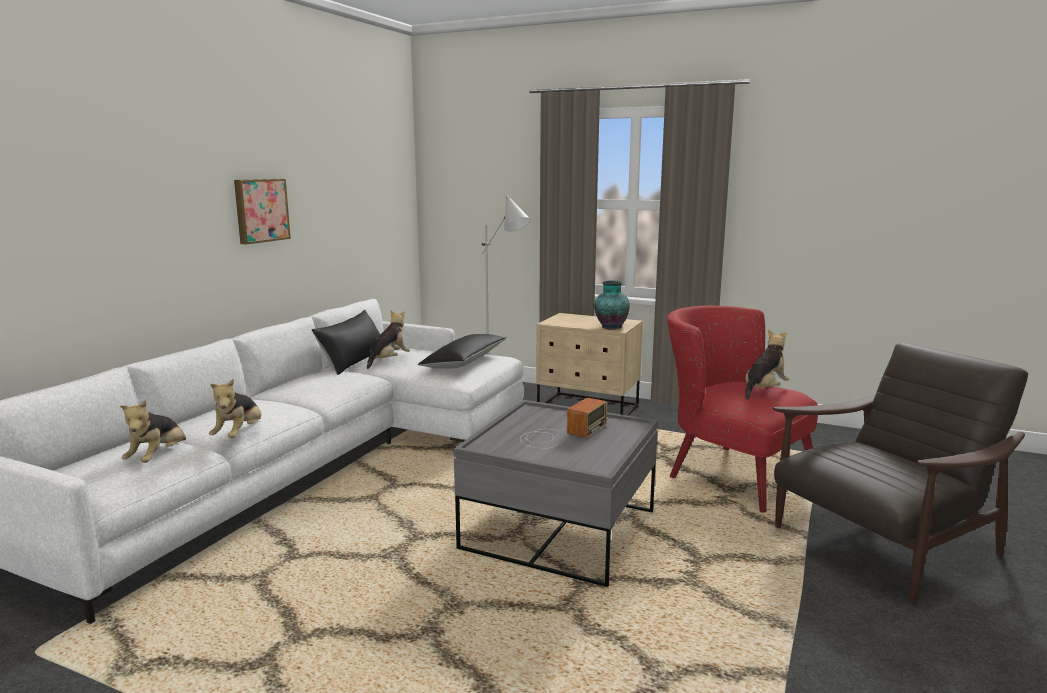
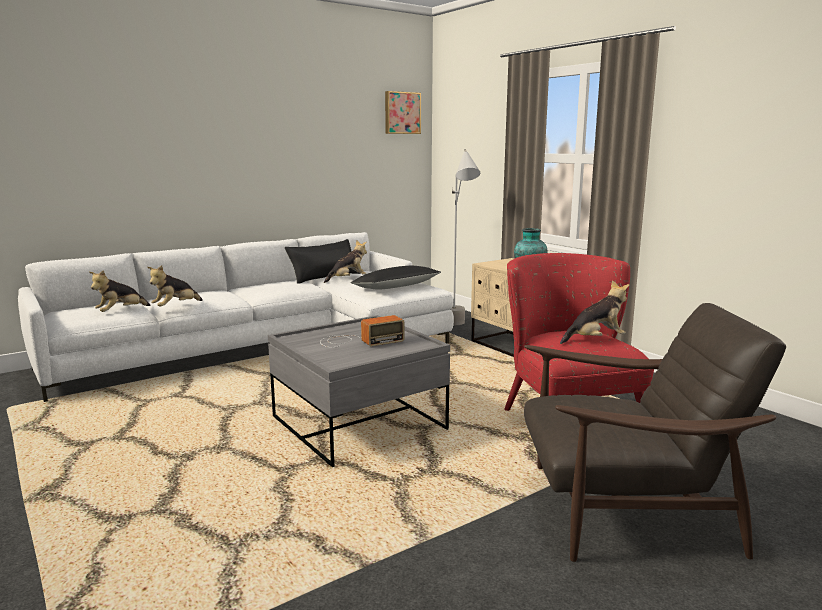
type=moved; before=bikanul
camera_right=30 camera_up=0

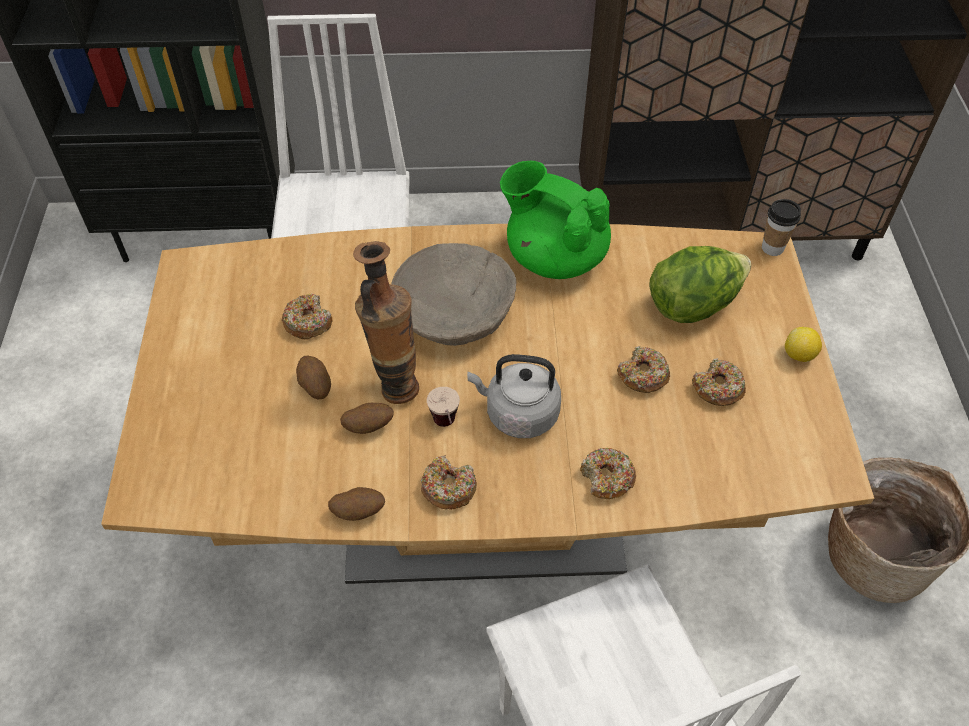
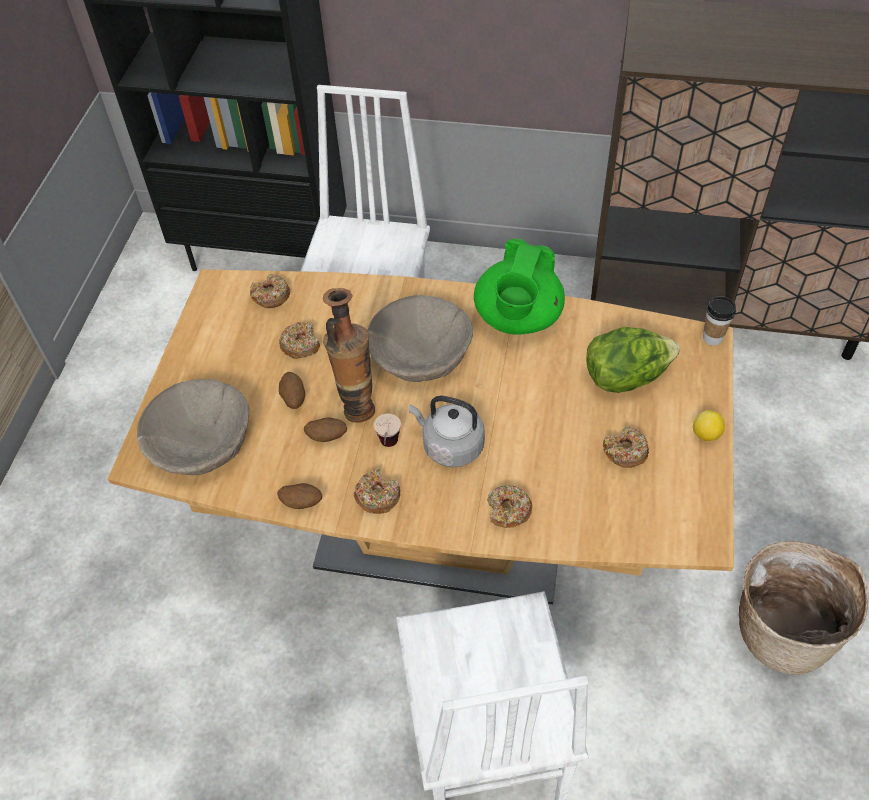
type=added; after=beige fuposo (1st from left)
type=moved; before=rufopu (4th from left in the first image); after=rufopu (1st from left)
type=turned; before=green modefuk; turn=-120
camera_right=15 camera_up=0

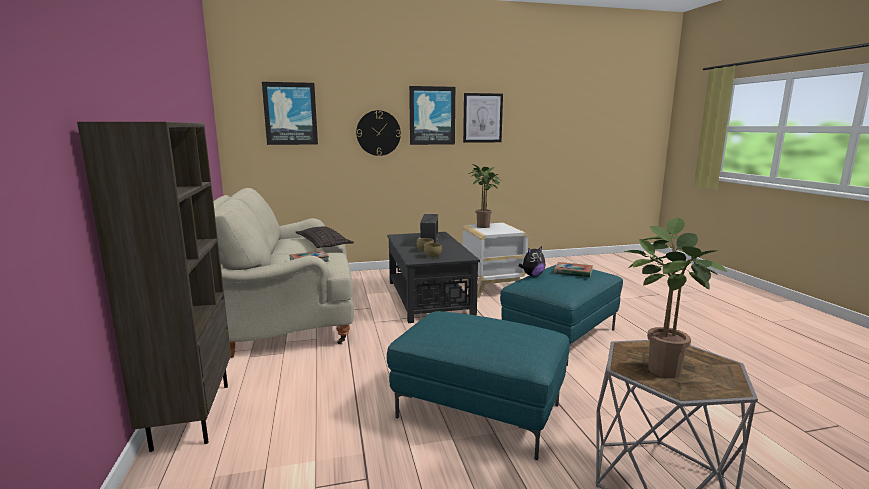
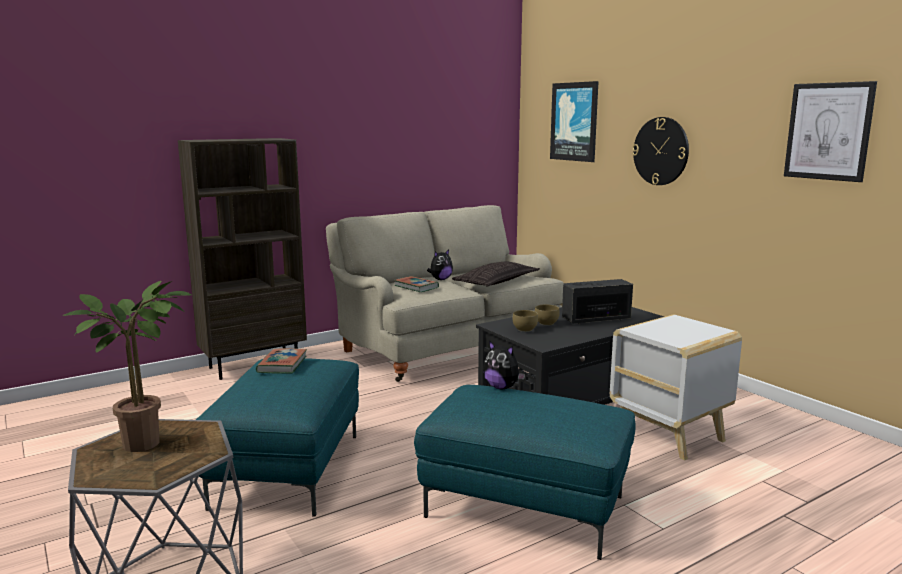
type=removed; before=bikanul (2nd from left)
type=removed; before=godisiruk (1st from left)
type=added; after=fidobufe (1st from left)
type=moved; before=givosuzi (2nd from left in the first image); after=givosuzi (1st from left)
camera_right=70 camera_up=0

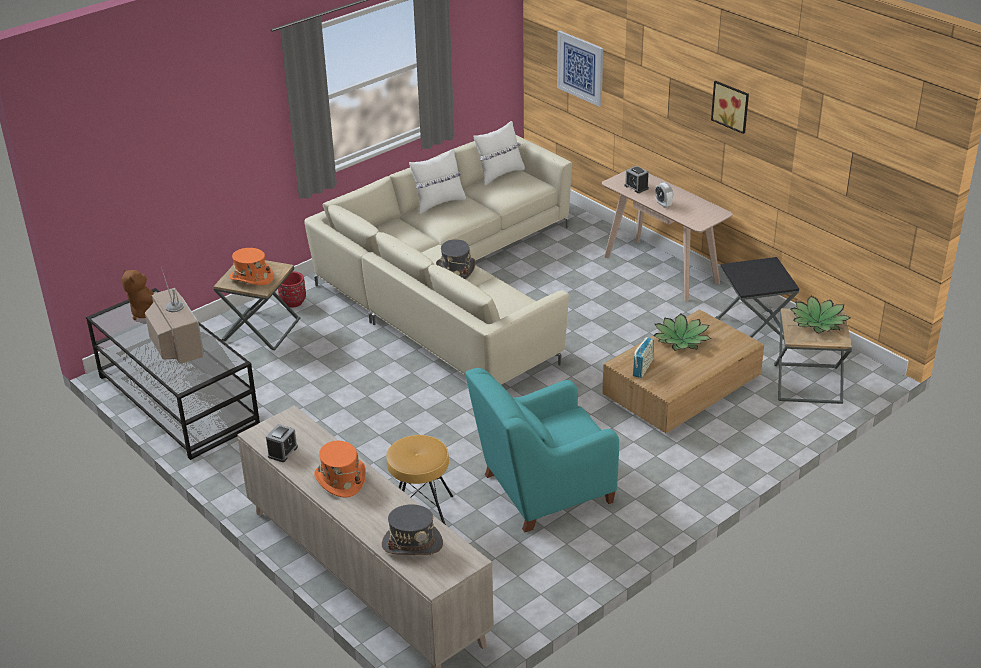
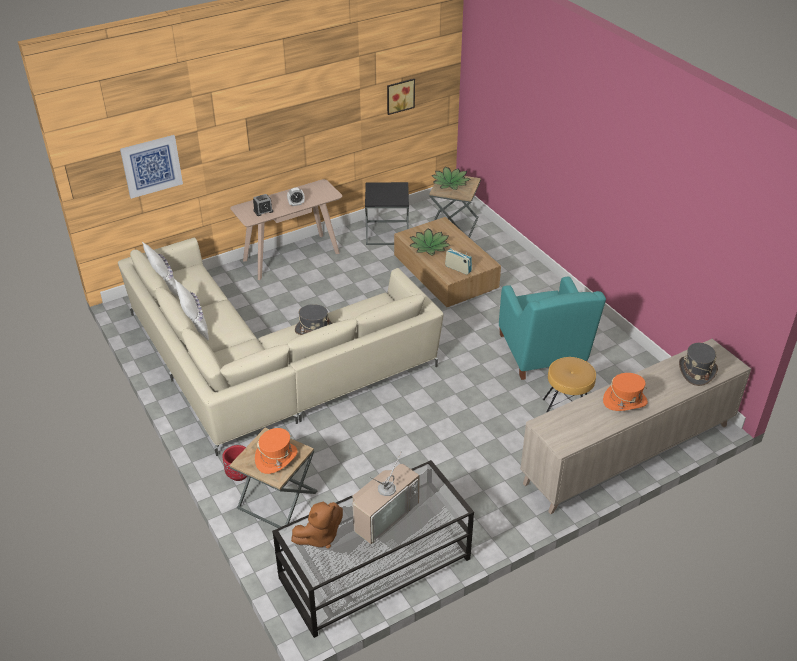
type=removed; before=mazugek (1st from left)
type=moved; before=bikanul (2nd from left)
type=turned; before=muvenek; turn=150
camera_right=-80 camera_up=5

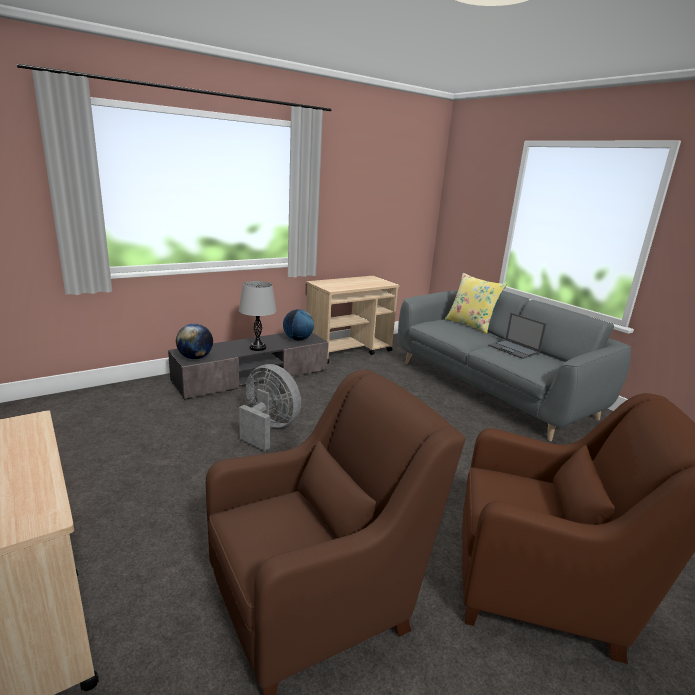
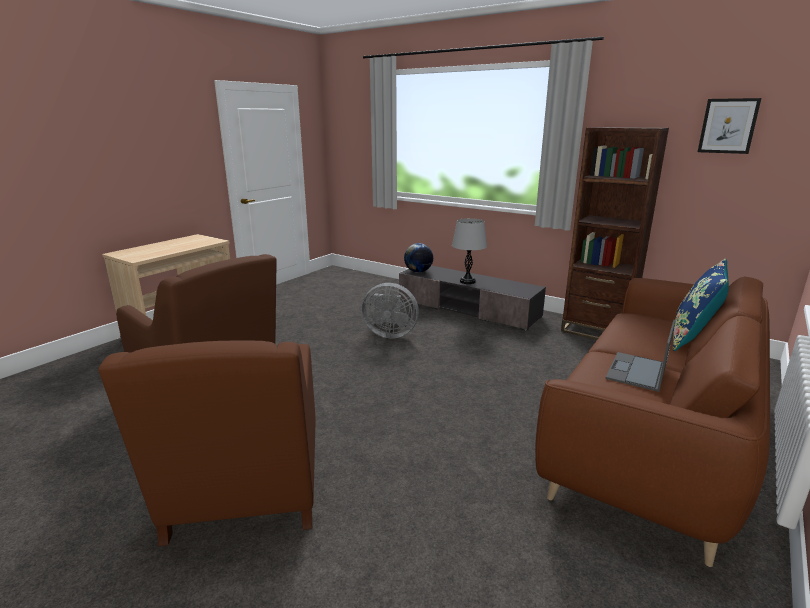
type=removed; before=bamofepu (2nd from left)
type=added; after=bikanul
type=replaced; before=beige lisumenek (2nd from left); after=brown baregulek
type=recoloured; before=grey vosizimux; after=brown vosizimux
type=recoloured; before=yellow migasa; after=blue migasa
type=turned; before=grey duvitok; turn=90
camera_right=70 camera_up=0

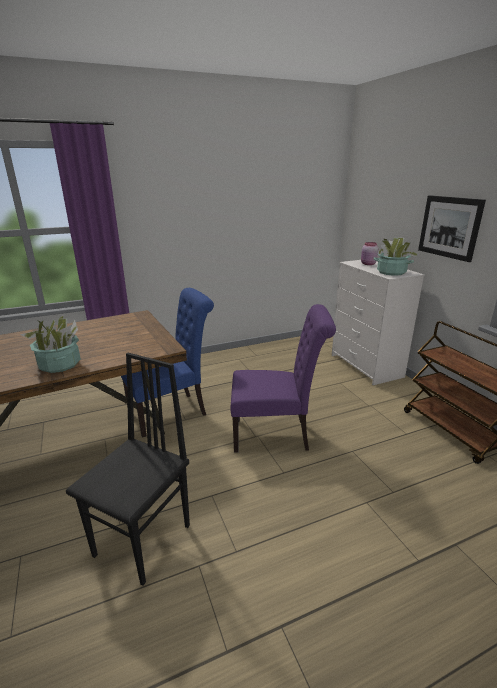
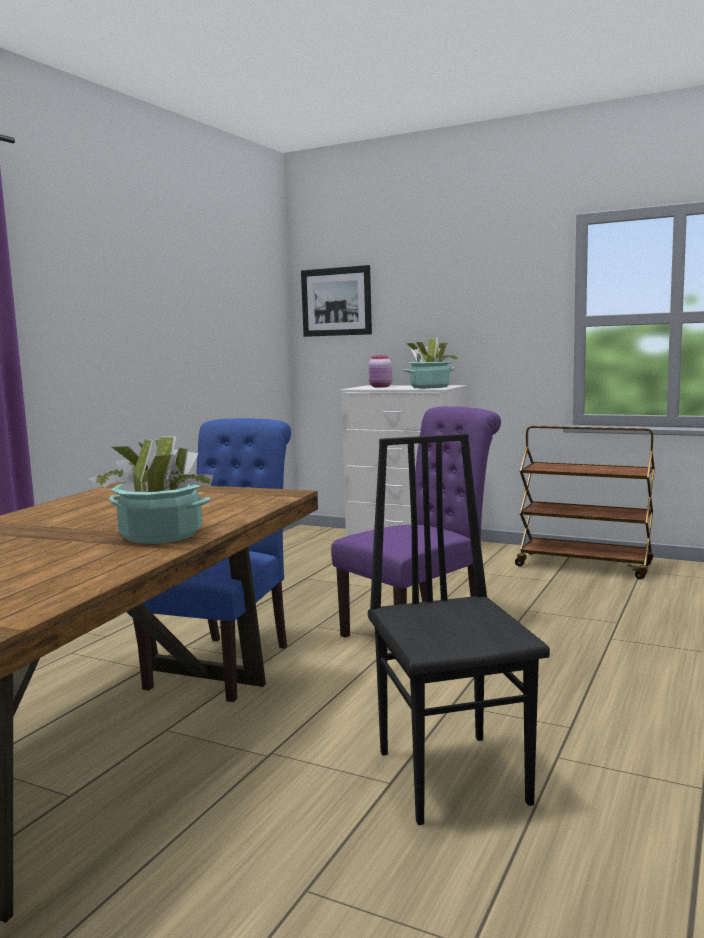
type=moved; before=bikanul
camera_right=-40 camera_up=-15

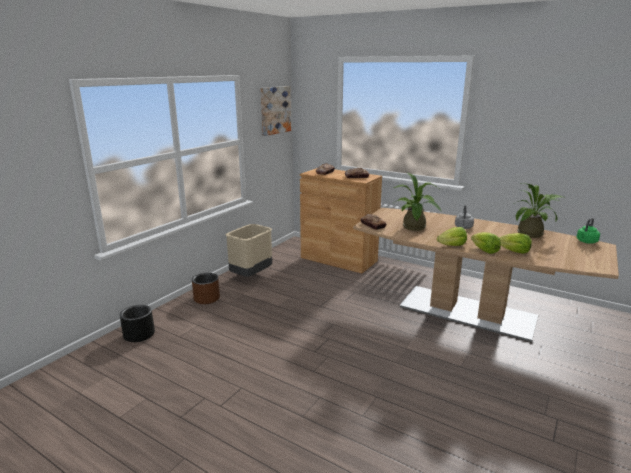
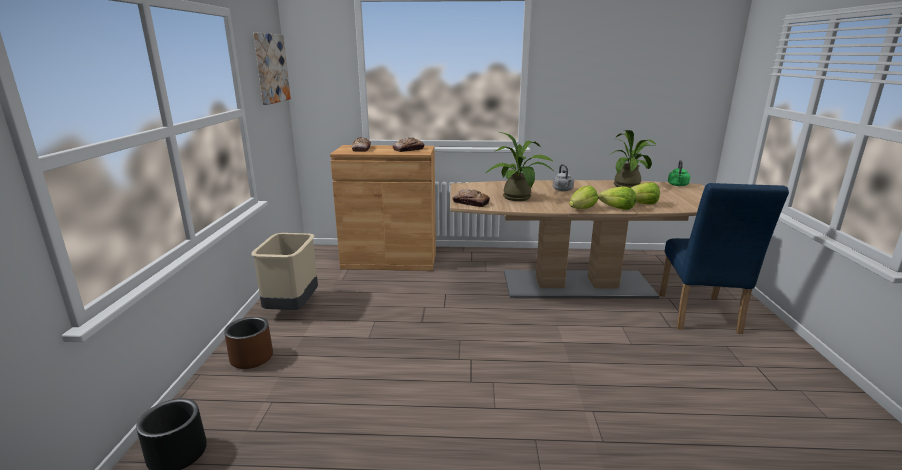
type=added; after=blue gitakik
camera_right=-30 camera_up=0

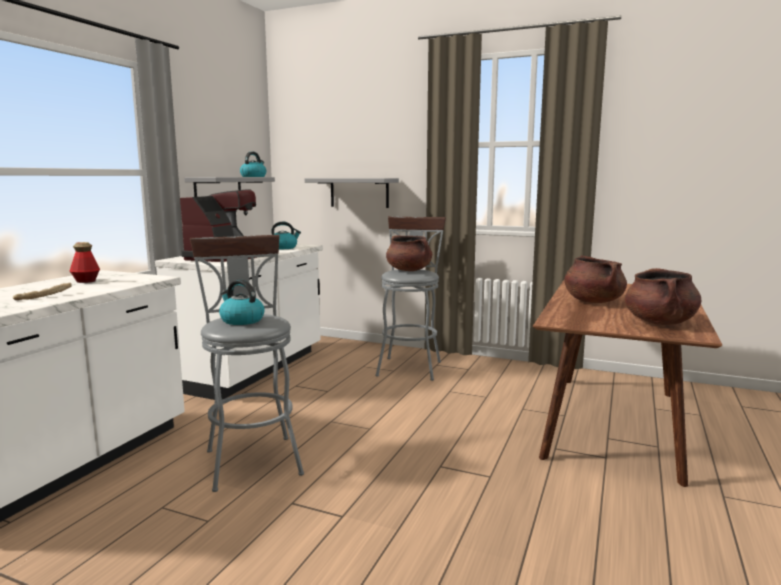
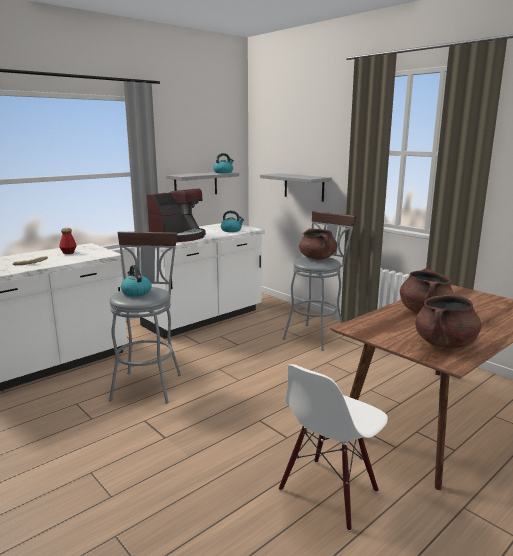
type=added; after=white gitakik
camera_right=25 camera_up=5

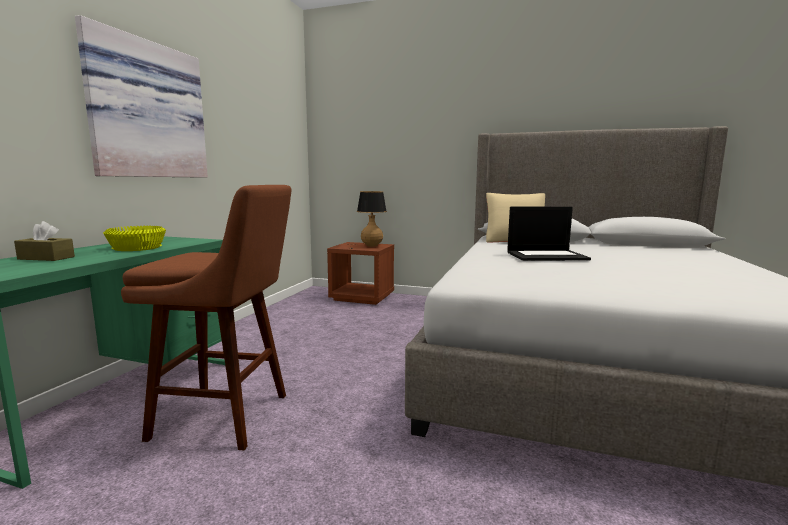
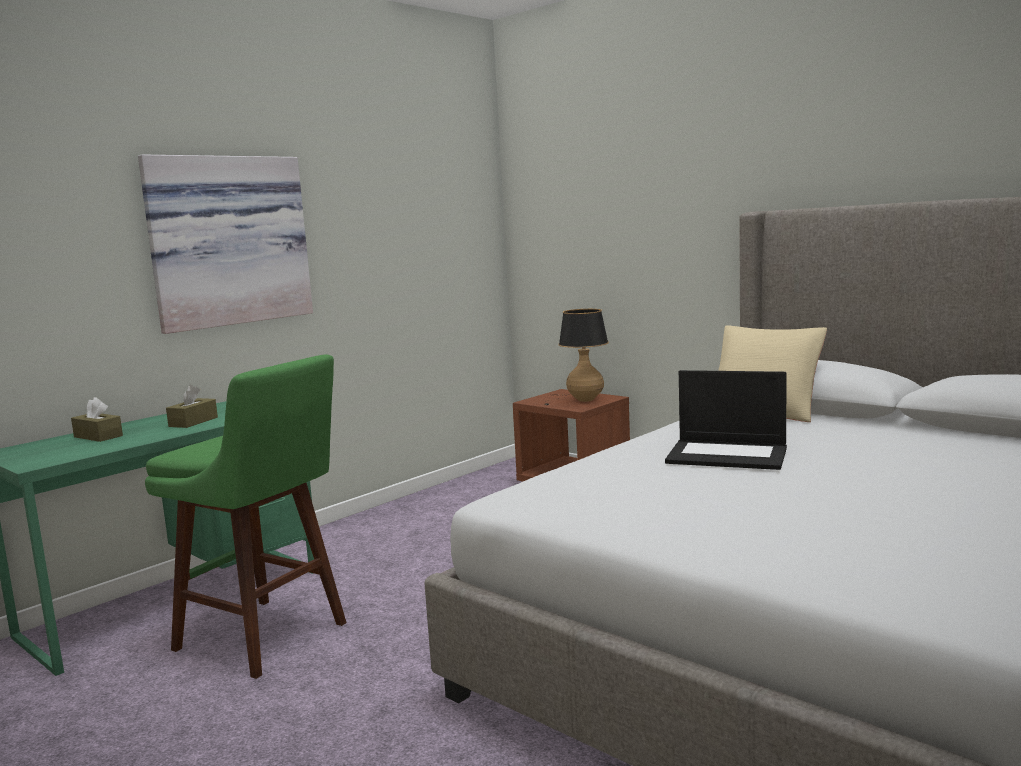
type=replaced; before=yellow fuposo; after=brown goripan (2nd from left)
type=recoloured; before=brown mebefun; after=green mebefun
camera_right=25 camera_up=0

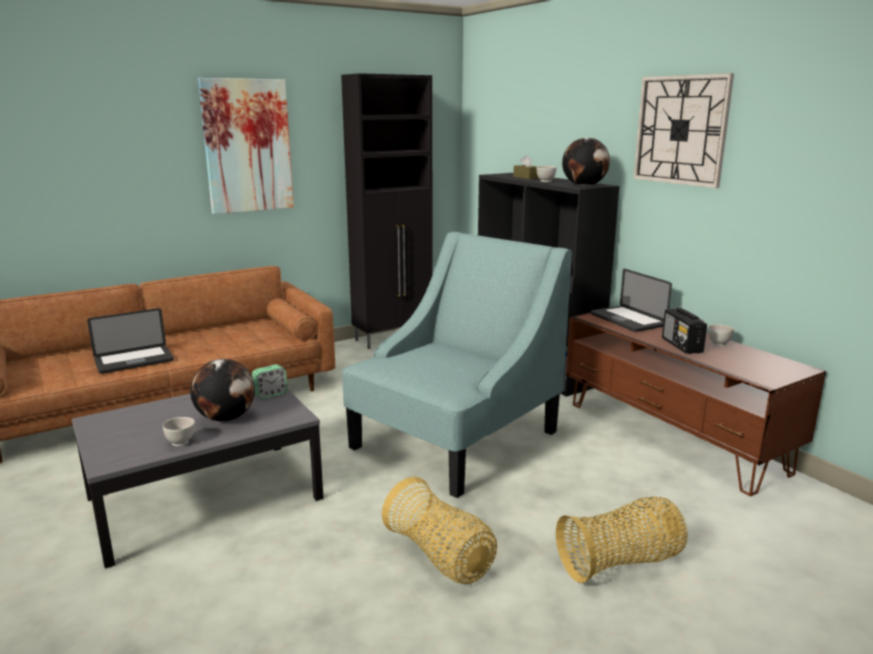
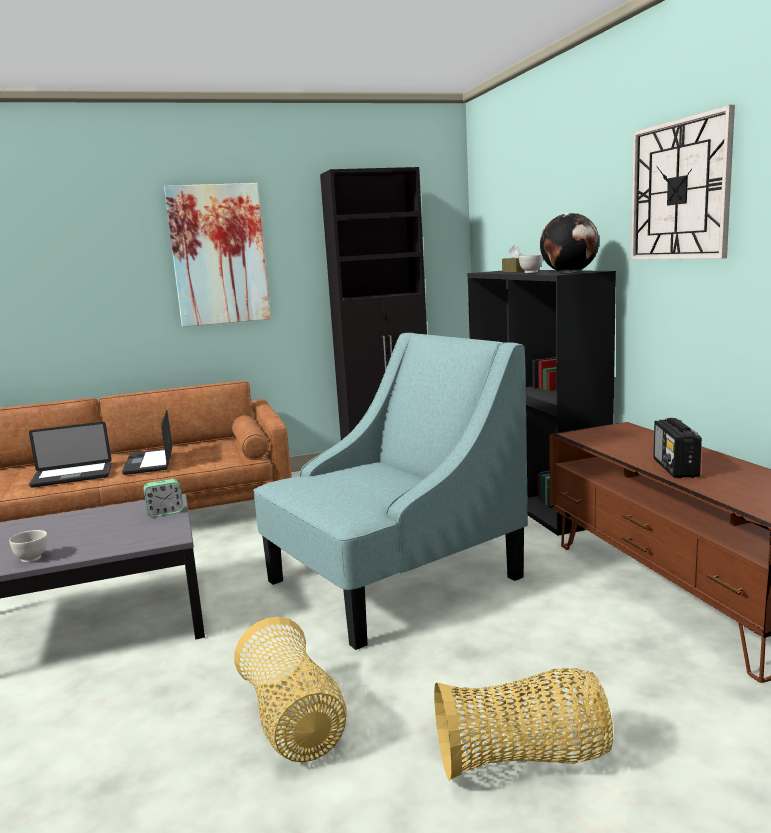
type=removed; before=bamofepu (1st from left)
type=removed; before=white fuposo (3rd from left)
type=moved; before=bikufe (2nd from left)
camera_right=15 camera_up=-5

